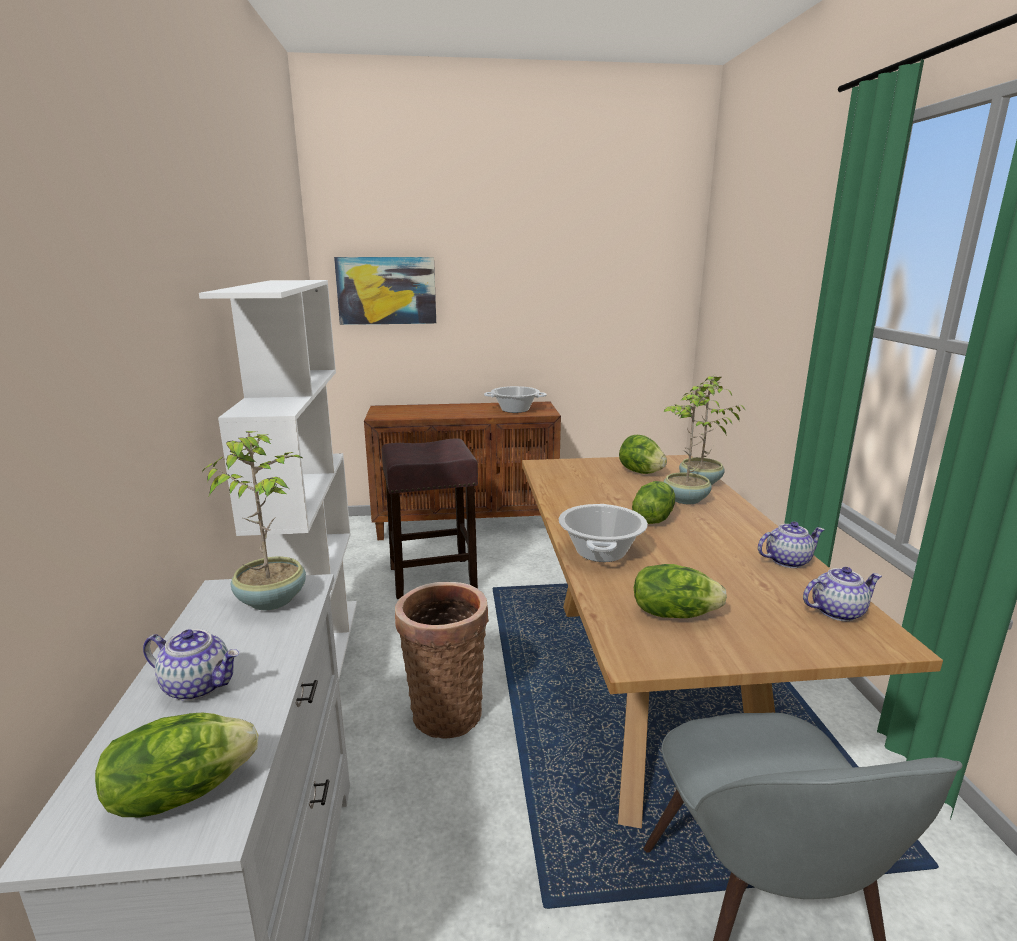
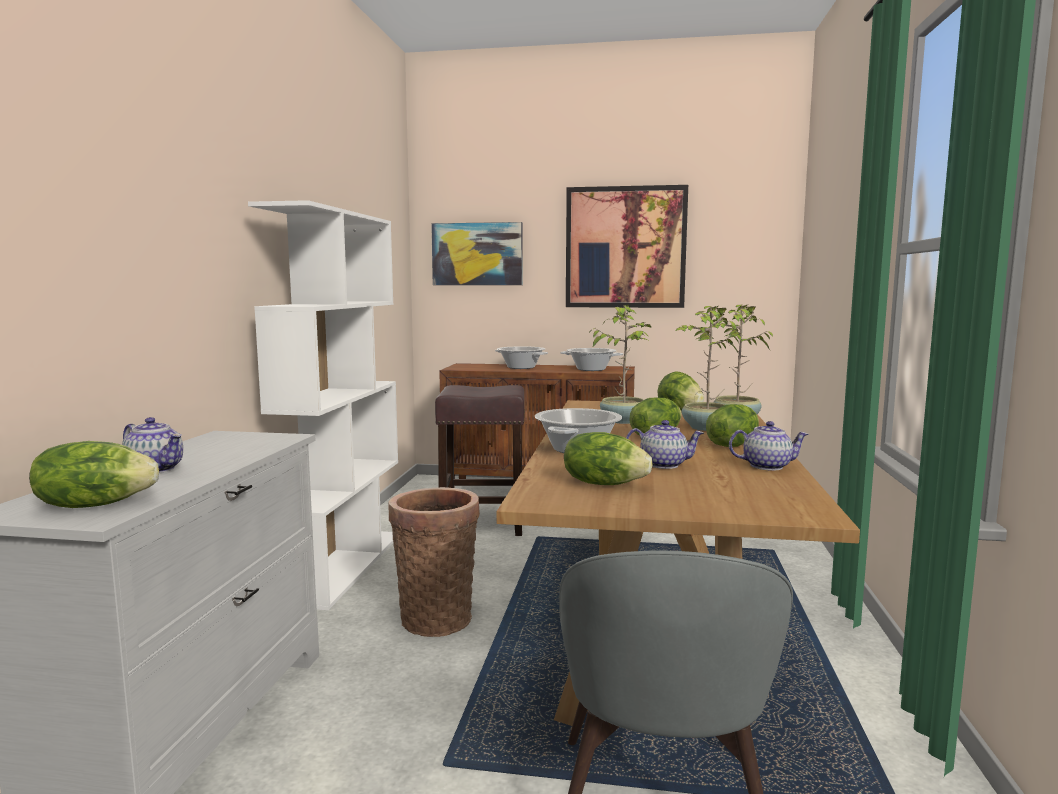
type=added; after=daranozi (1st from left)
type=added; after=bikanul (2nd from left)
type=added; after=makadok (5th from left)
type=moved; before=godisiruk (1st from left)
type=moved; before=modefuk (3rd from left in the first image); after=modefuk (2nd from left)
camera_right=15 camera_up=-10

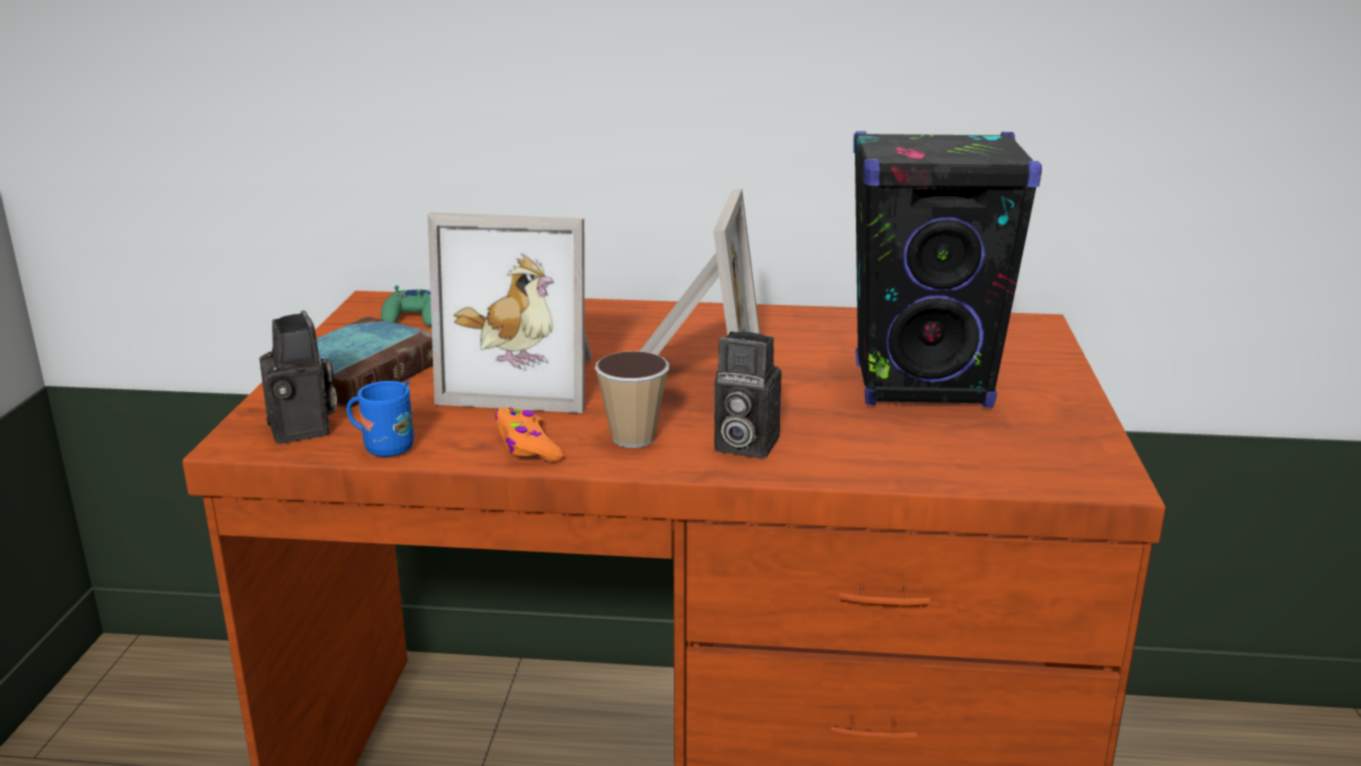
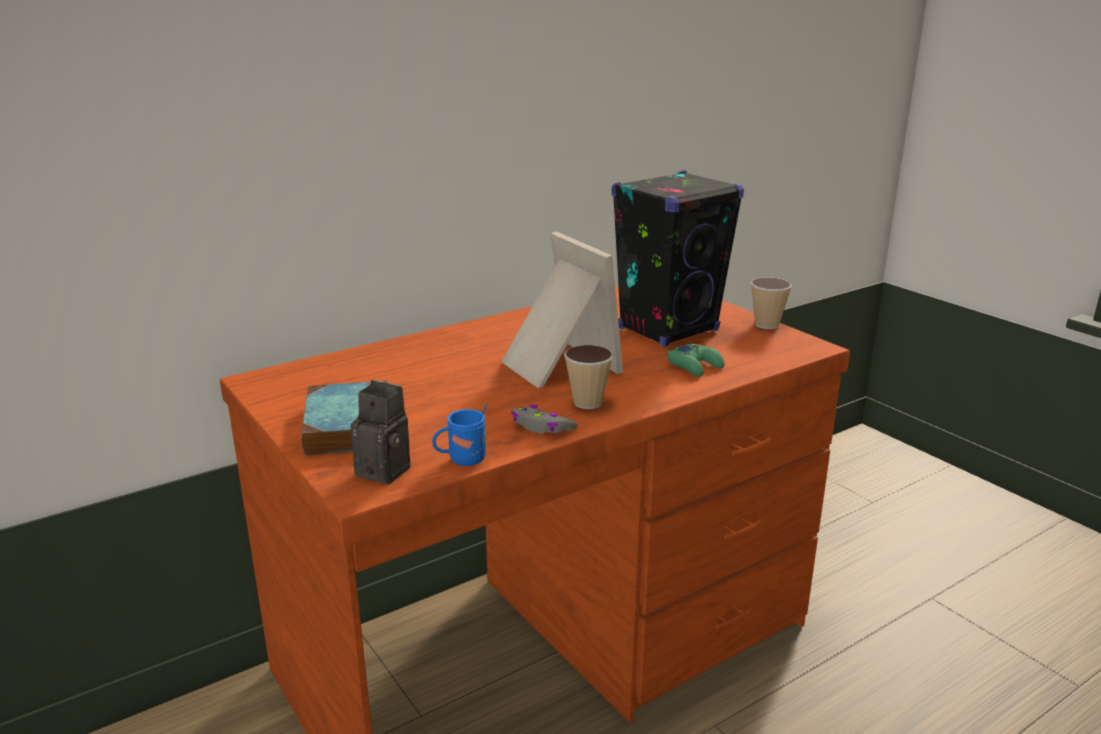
type=removed; before=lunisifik (1st from left)
type=removed; before=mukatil (2nd from left)
type=added; after=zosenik (2nd from left)
type=moved; before=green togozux
type=recoloured; before=orange togozux; after=grey togozux
camera_right=-40 camera_up=0

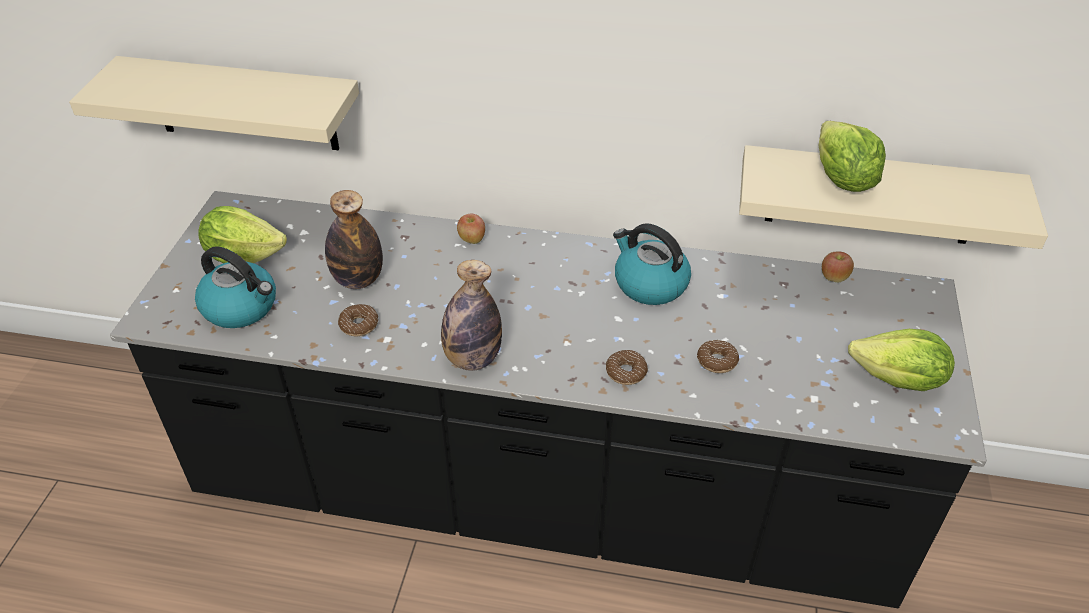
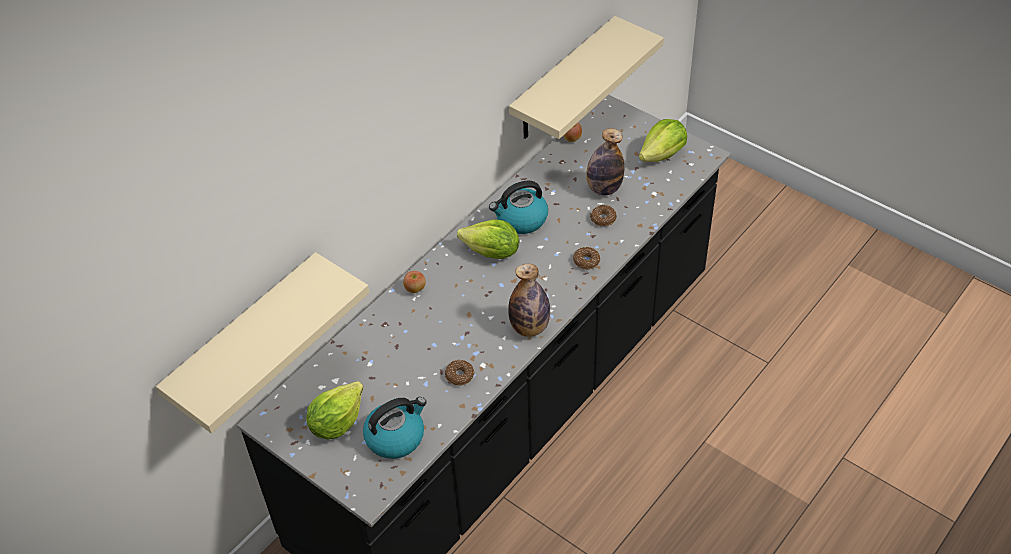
type=moved; before=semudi (1st from left in the first image); after=semudi (2nd from left)
type=moved; before=makadok (2nd from left)
camera_right=-60 camera_up=5

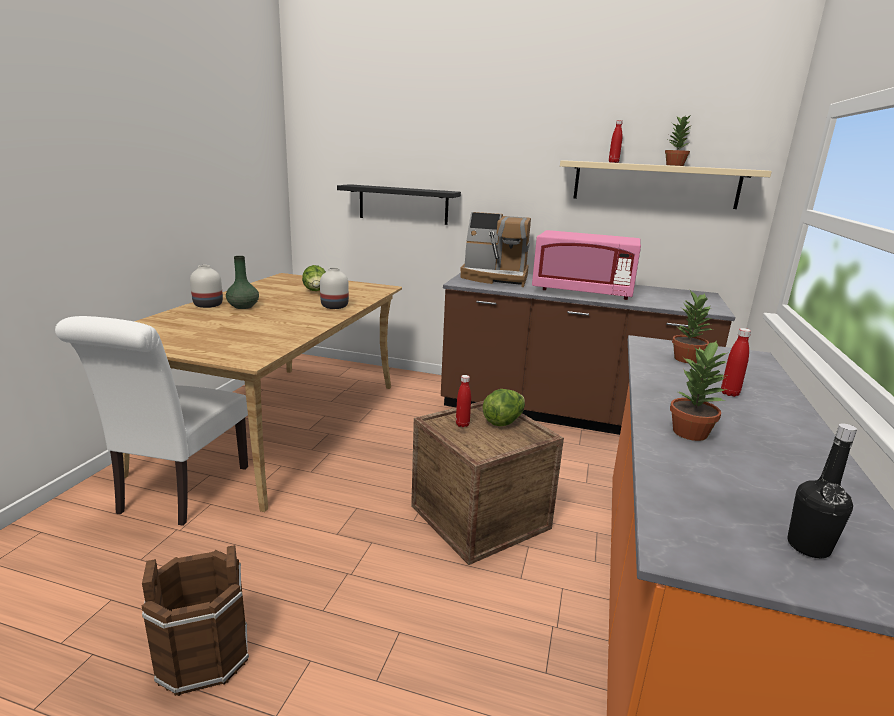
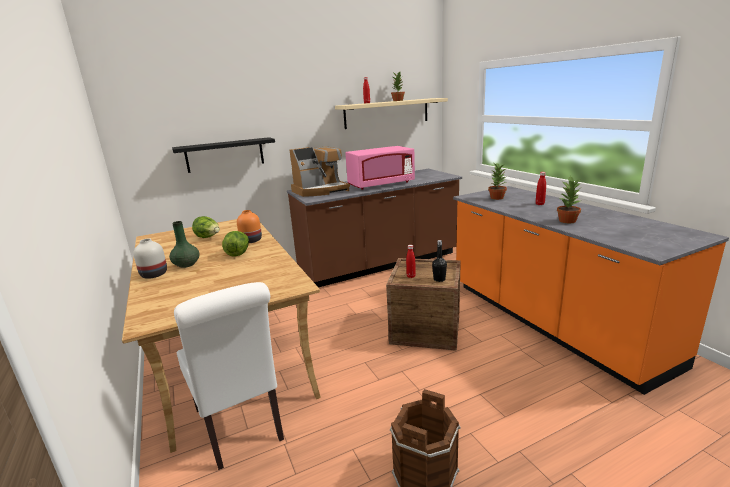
type=moved; before=makadok (2nd from left)
type=moved; before=black semudi
type=recoloured; before=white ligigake (2nd from left); after=orange ligigake
camera_right=-40 camera_up=0

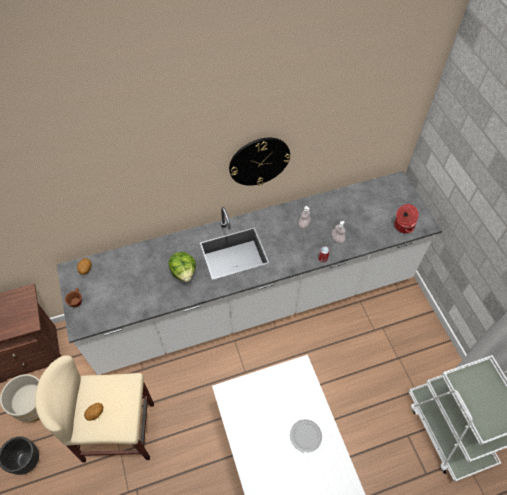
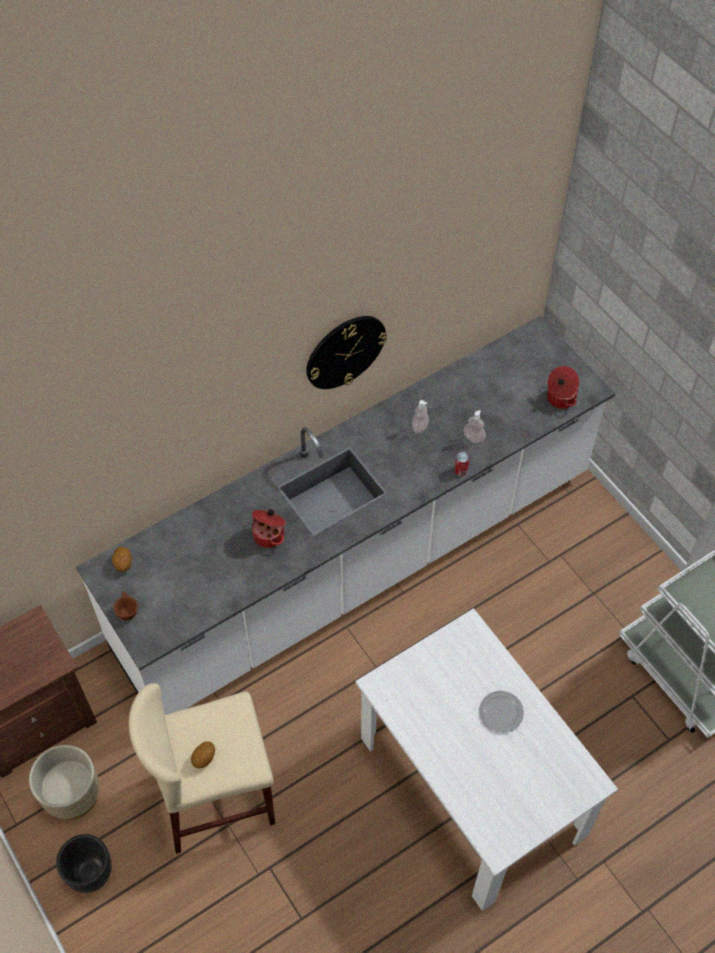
type=replaced; before=makadok; after=daranozi (1st from left)
camera_right=-15 camera_up=0

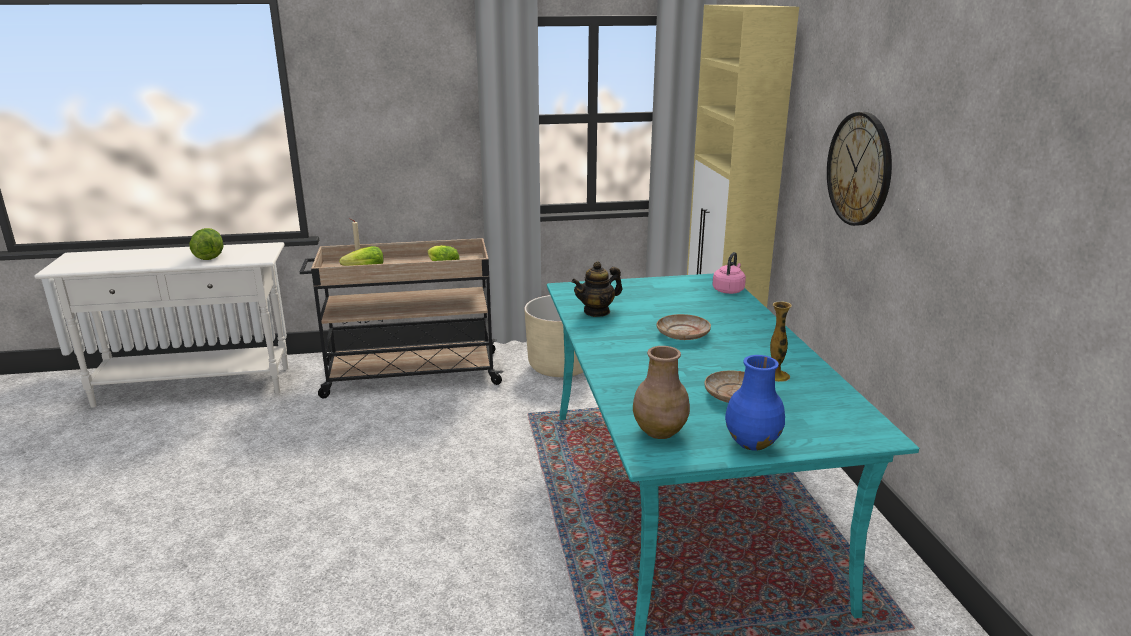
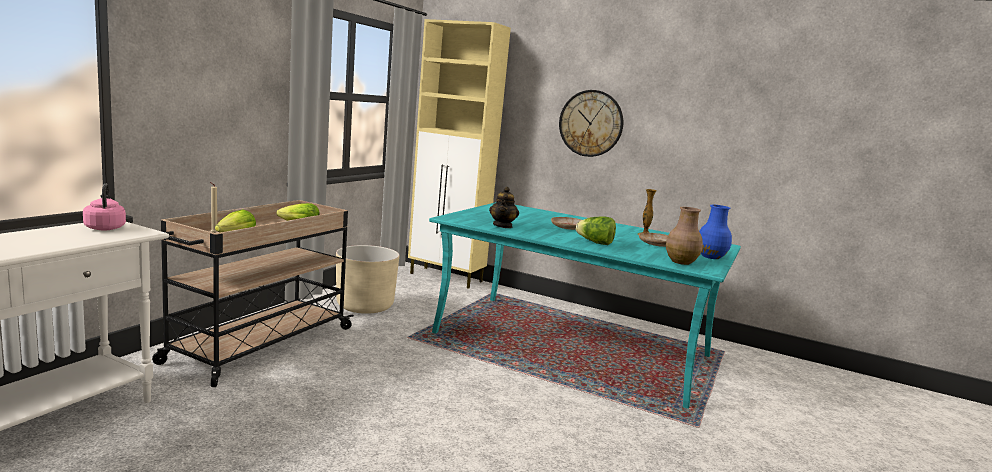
type=moved; before=makadok (1st from left in the first image); after=makadok (3rd from left)
type=moved; before=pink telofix
camera_right=-55 camera_up=-10

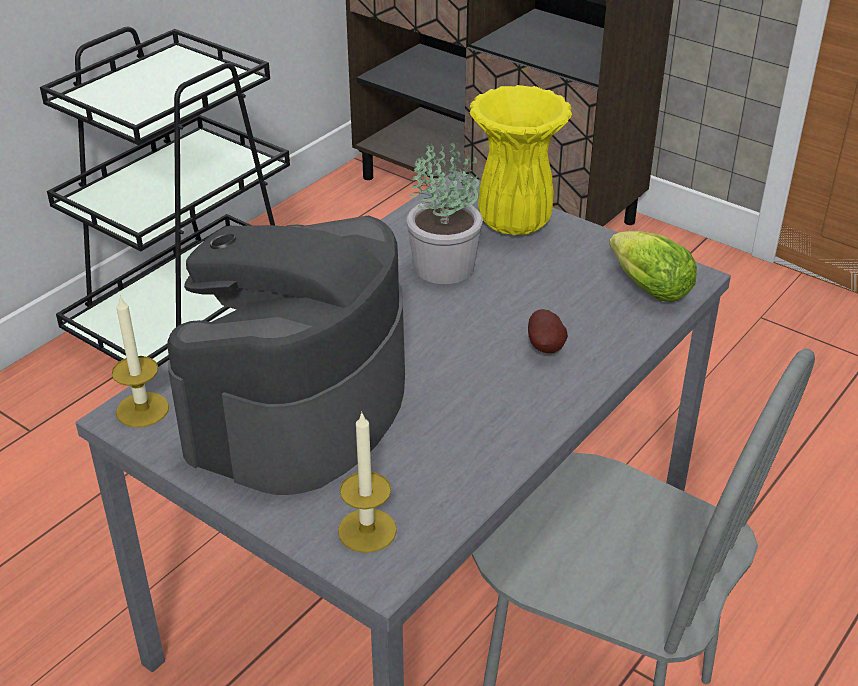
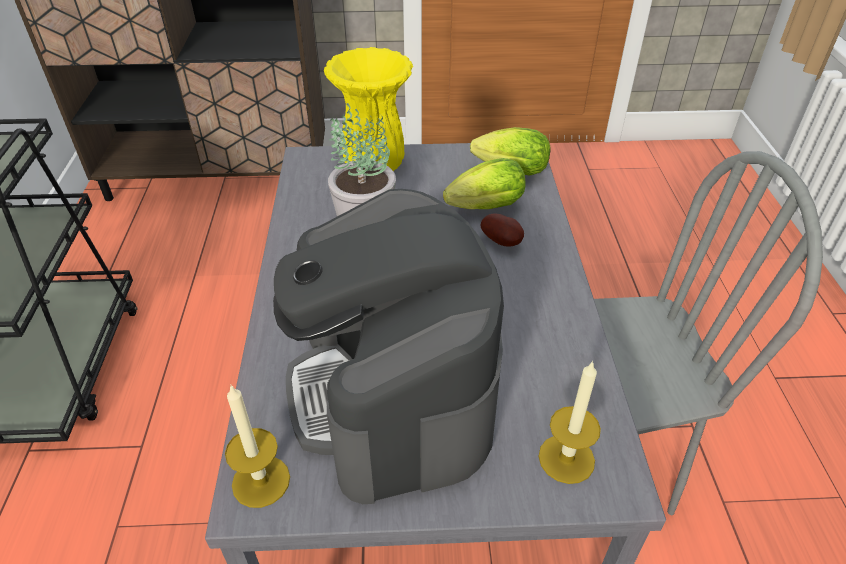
type=added; after=makadok (1st from left)
camera_right=-40 camera_up=5

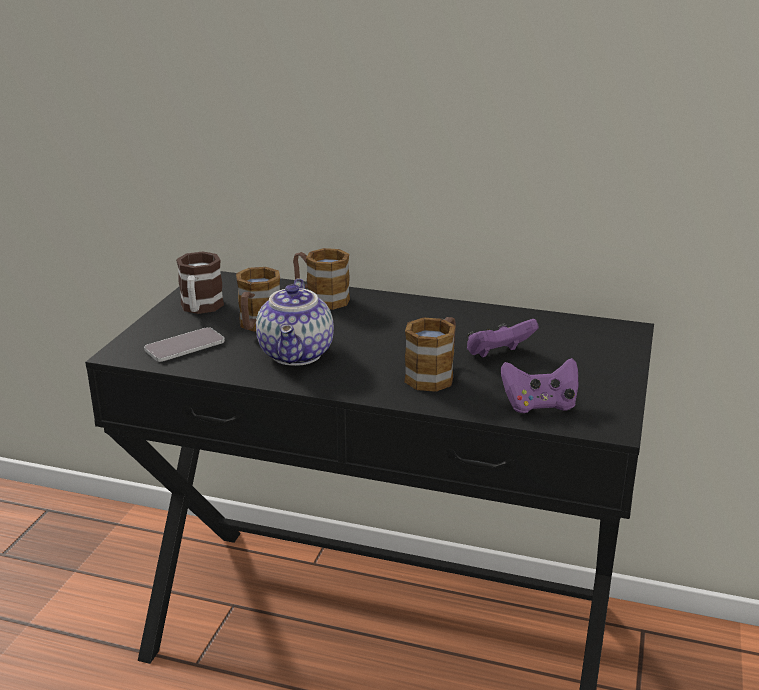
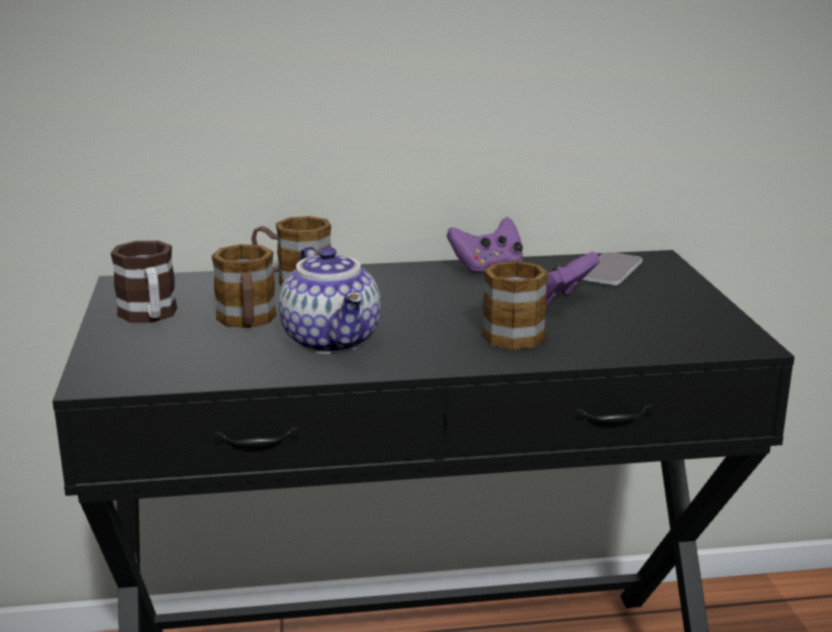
type=moved; before=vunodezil
type=moved; before=purple togozux (2nd from left in the first image); after=purple togozux (1st from left)
camera_right=-25 camera_up=-5

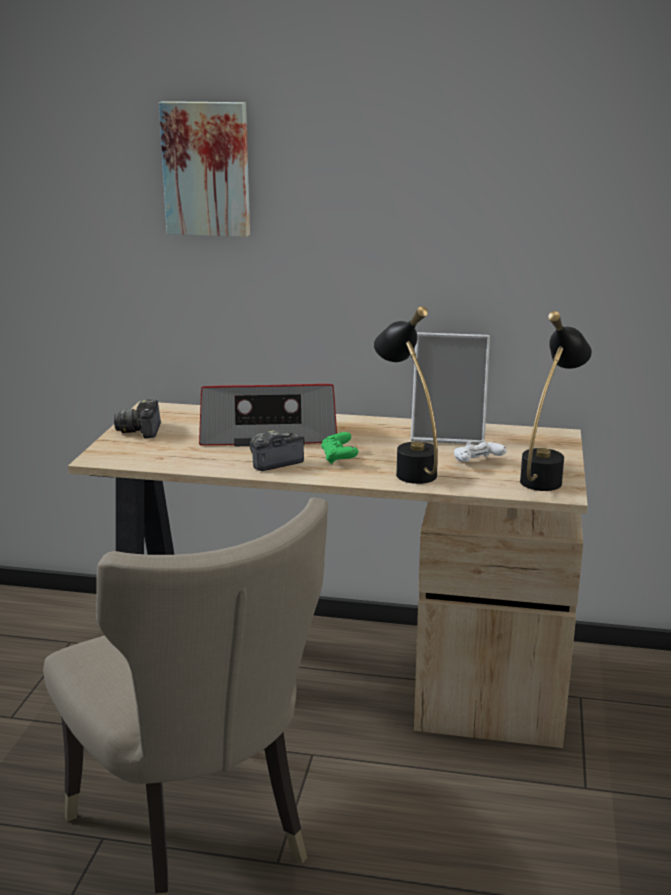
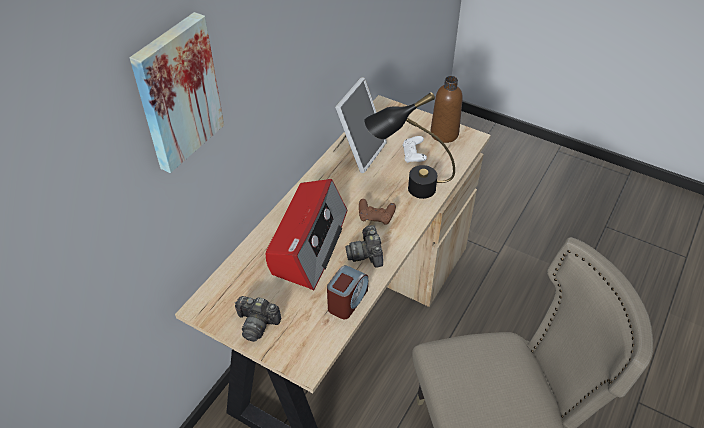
type=added; after=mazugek
type=replaced; before=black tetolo (2nd from left); after=brown semudi
type=recoloured; before=green togozux; after=brown togozux
camera_right=-70 camera_up=25

